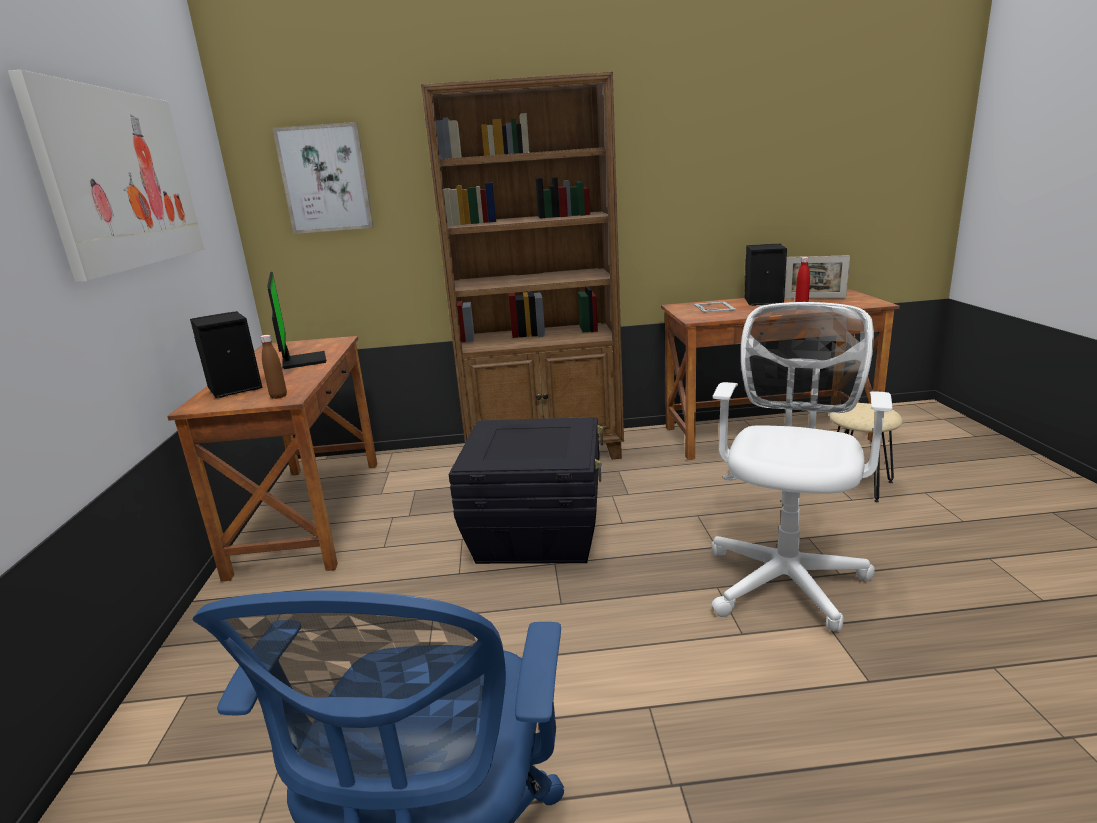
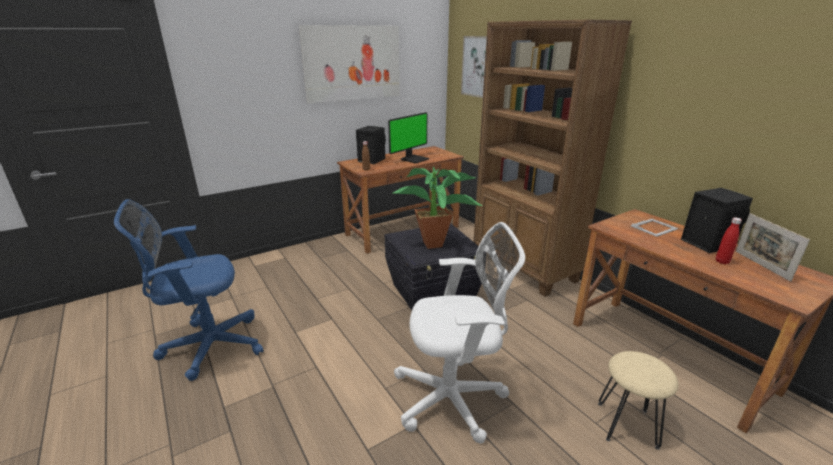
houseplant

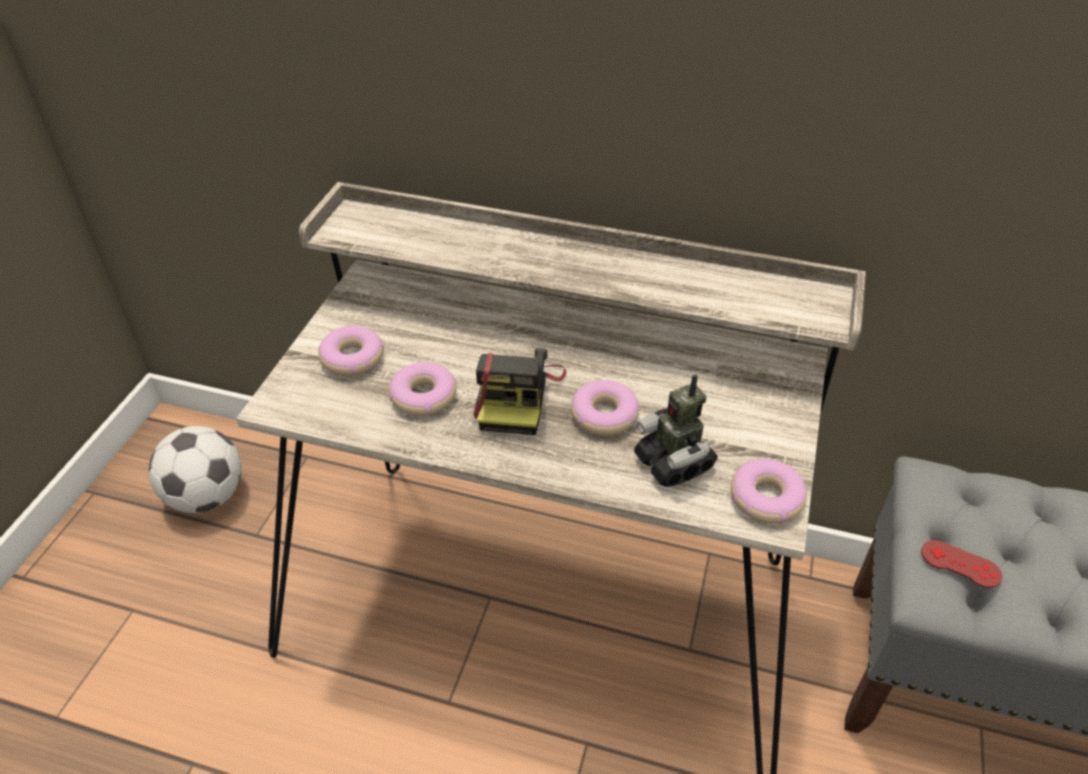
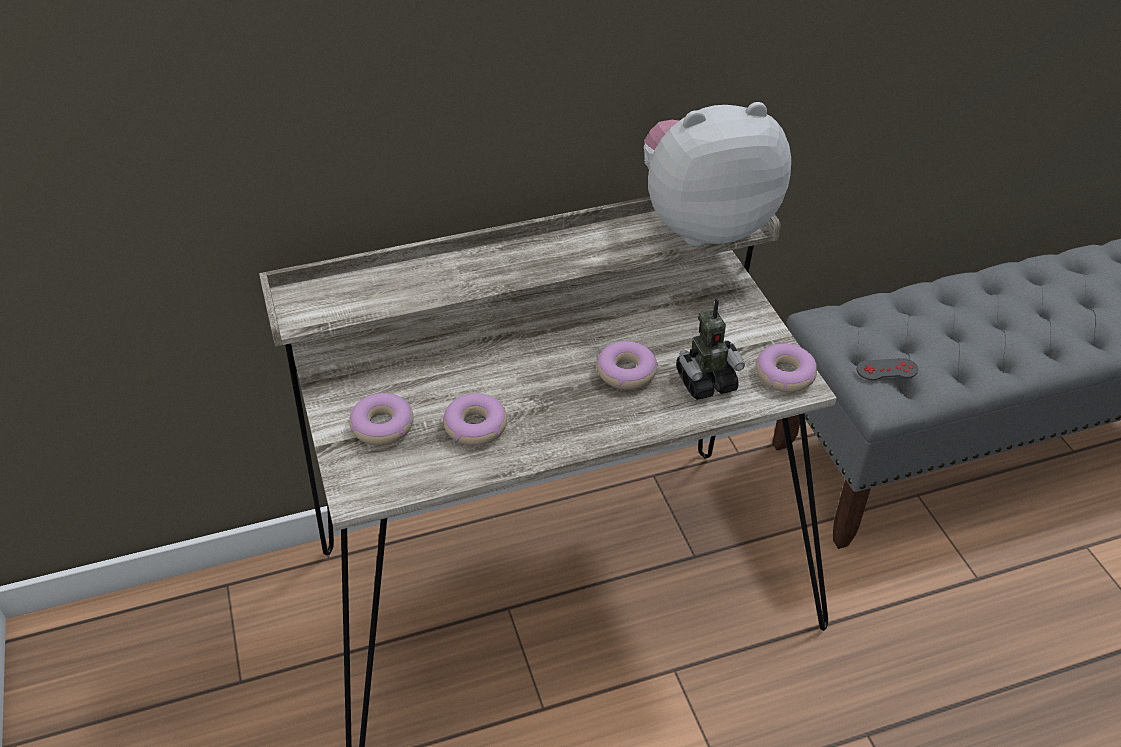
still camera; toy robot; football; joypad/gray; cuddly toy

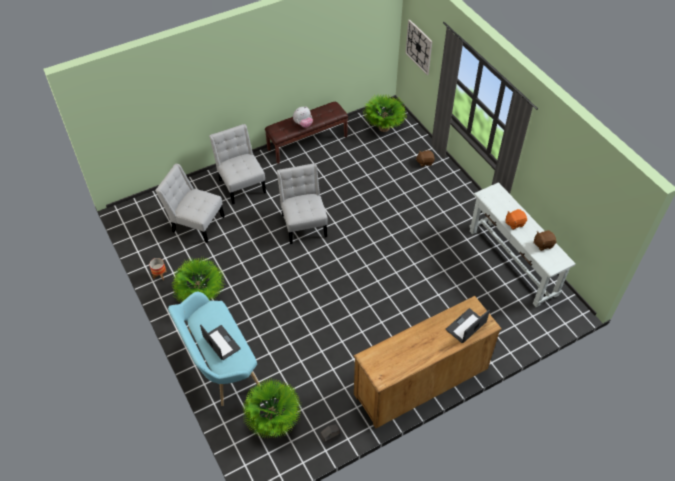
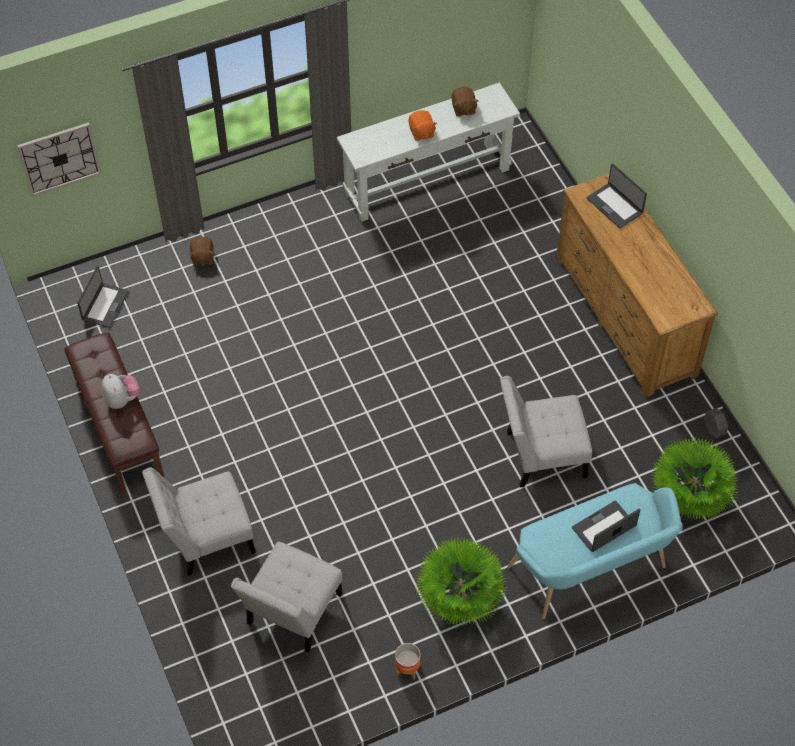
portable computer (1st from left); chair/whitish (3rd from left)

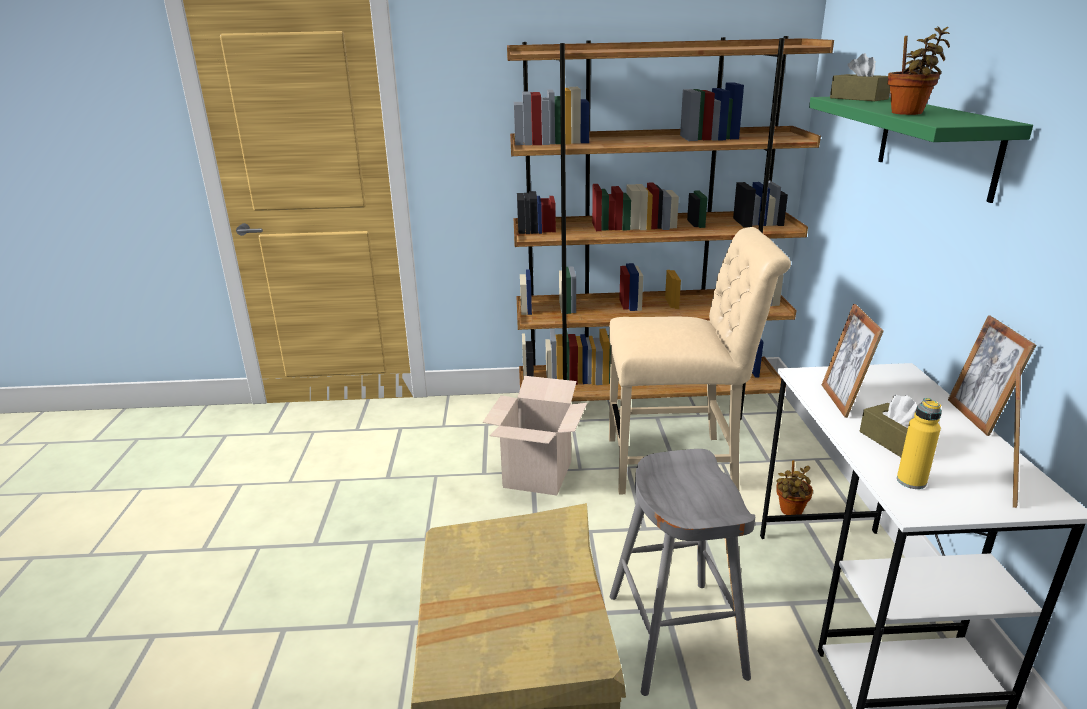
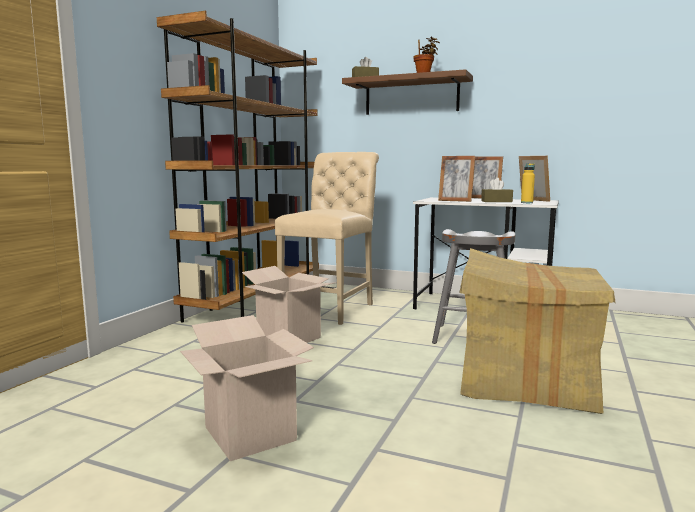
shelf/brownish; houseplant (1st from left in the first image); carton (1st from left)

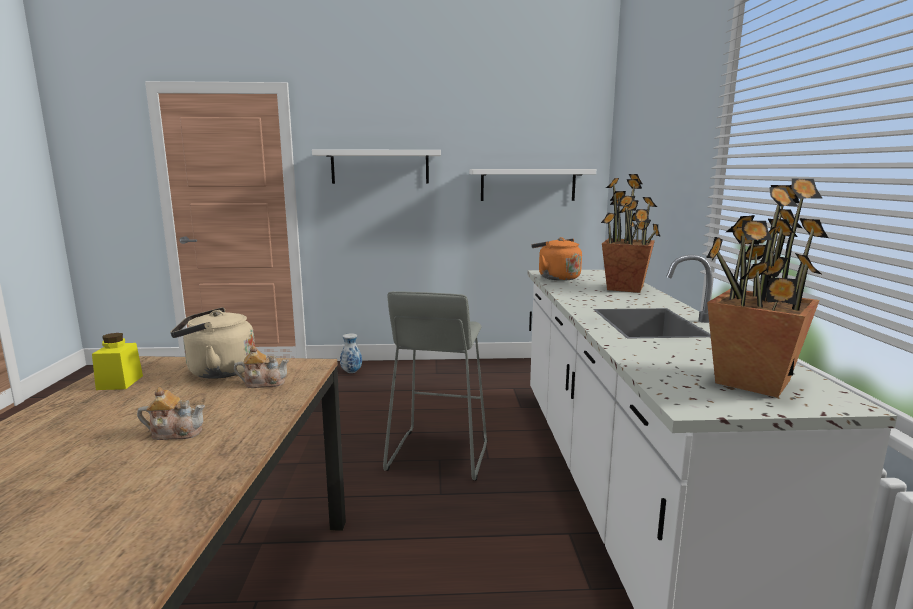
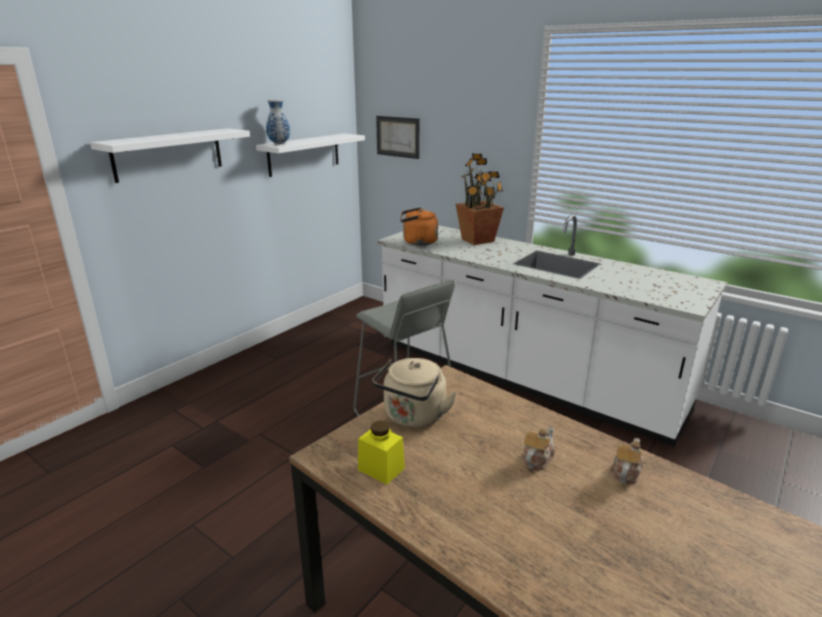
houseplant (2nd from left in the first image); flower vase; tea pot (2nd from left); picture

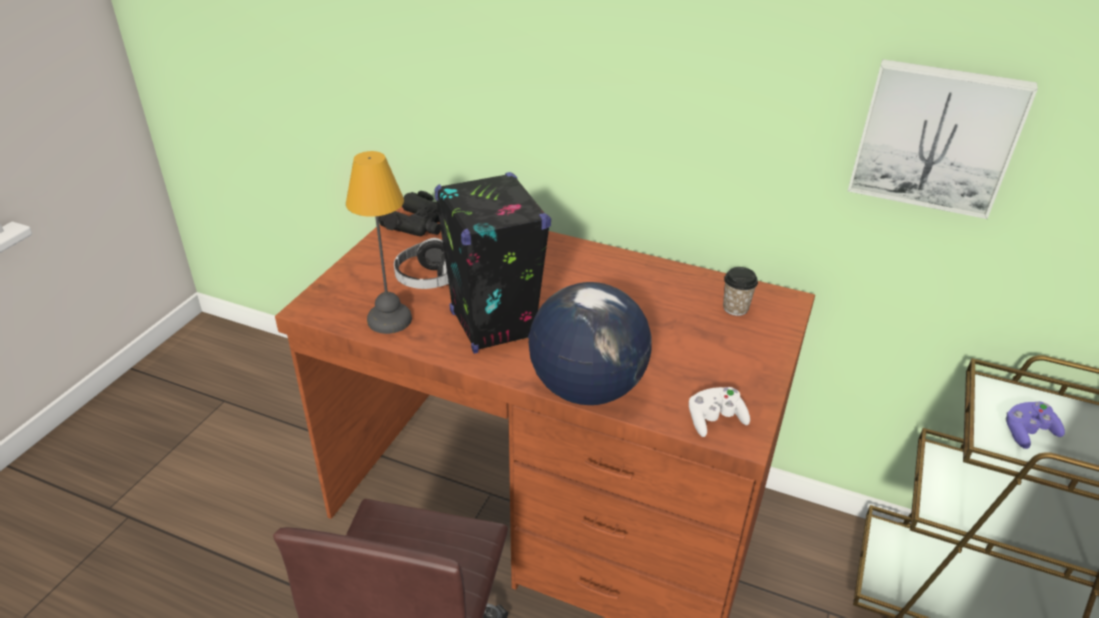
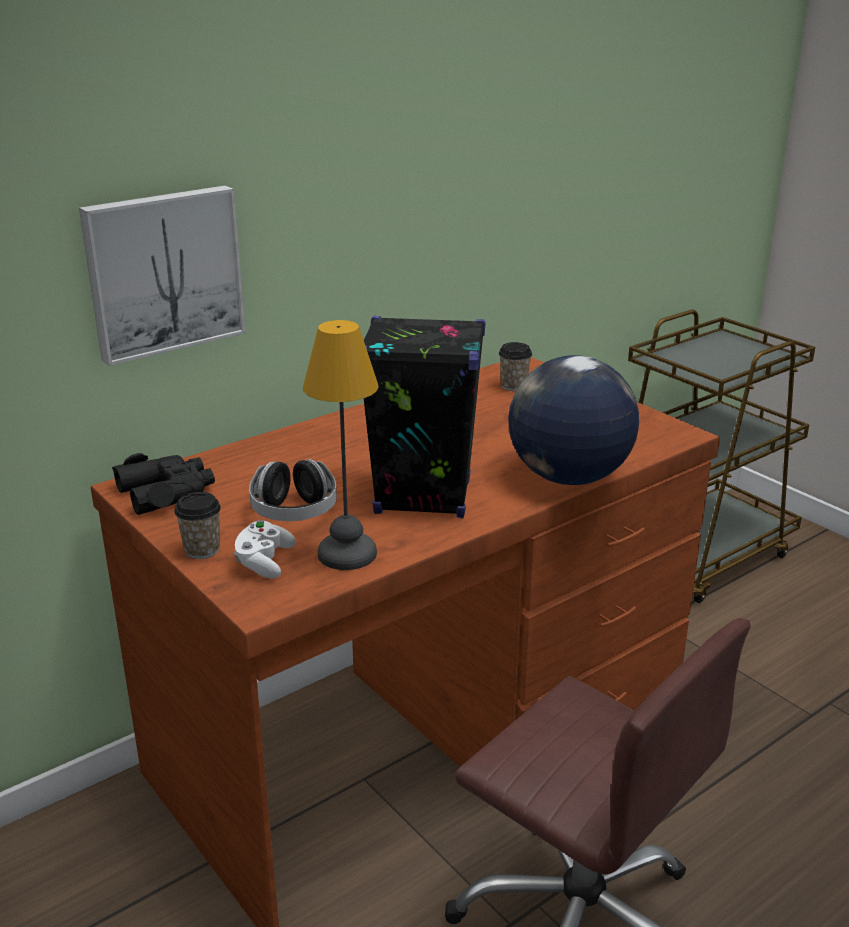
picture; joypad/whitish; joypad/purple-coloured; cup (1st from left)

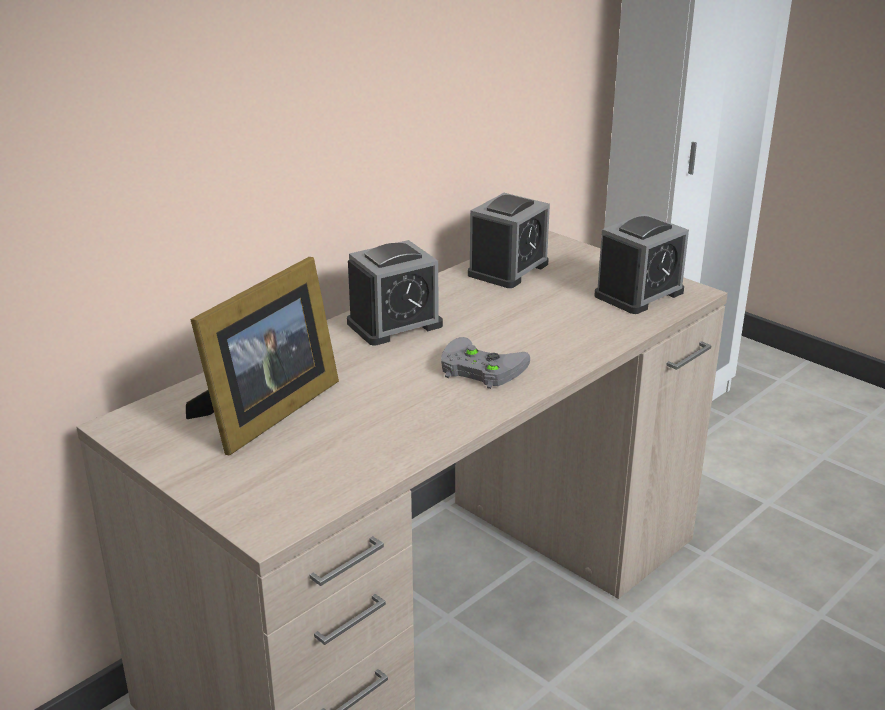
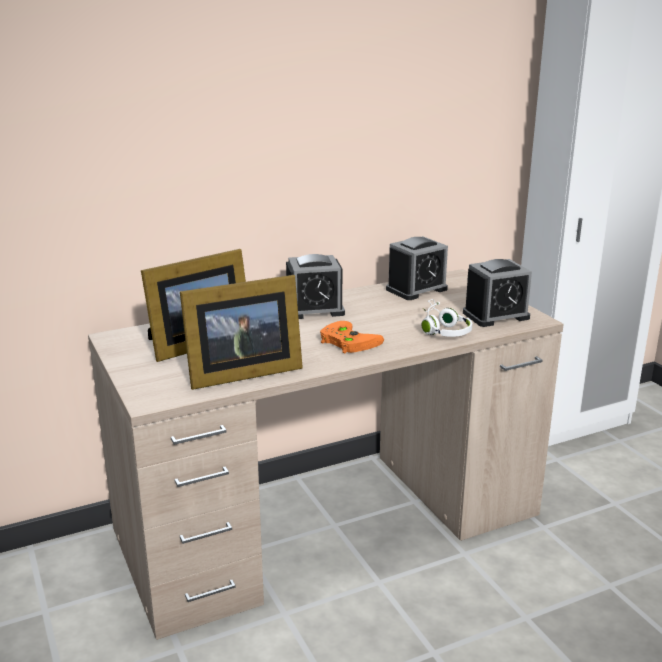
joypad/orangey; picture frame (2nd from left); headphones/whitish

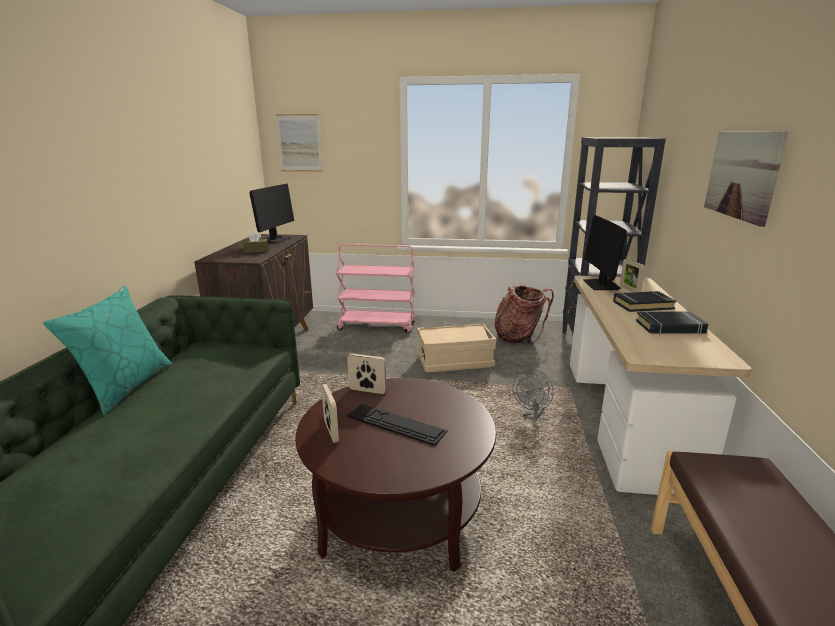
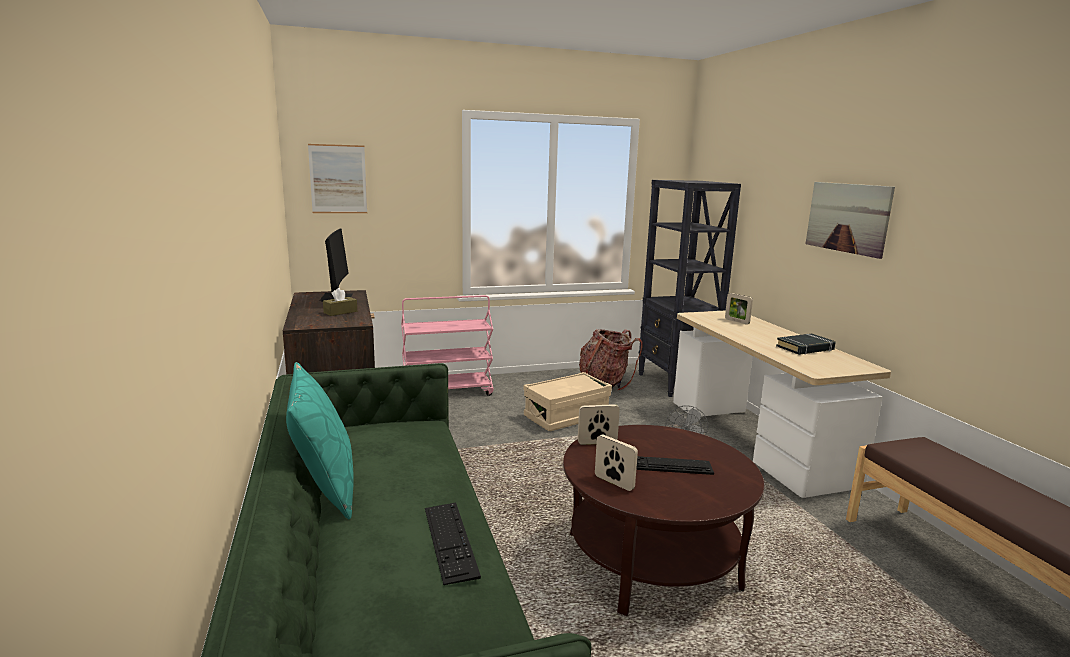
monitor (2nd from left in the first image); bound book/black (1st from left in the first image); computer keyboard (1st from left)

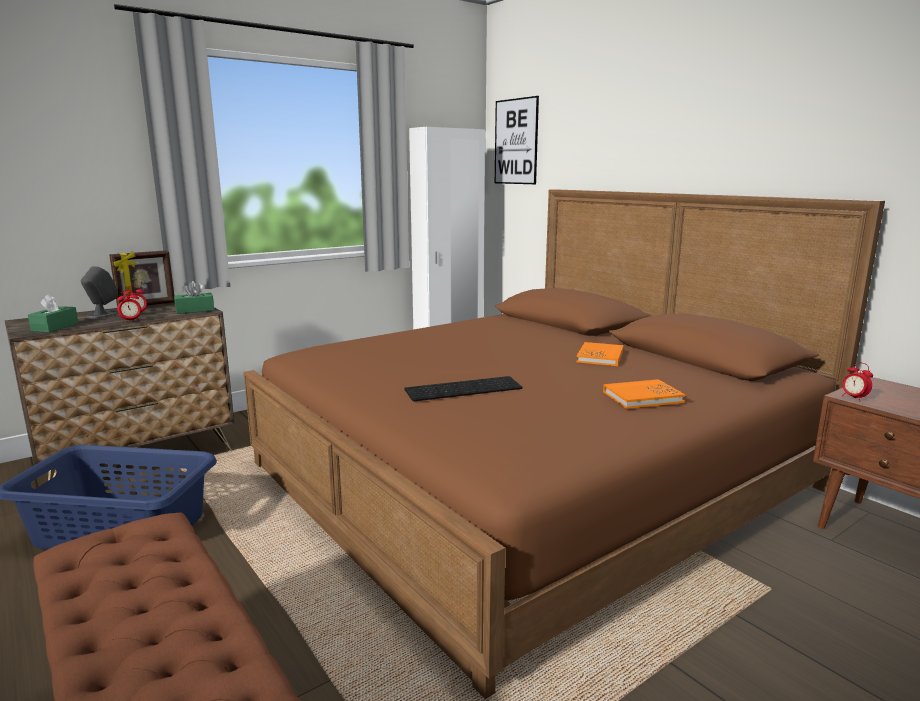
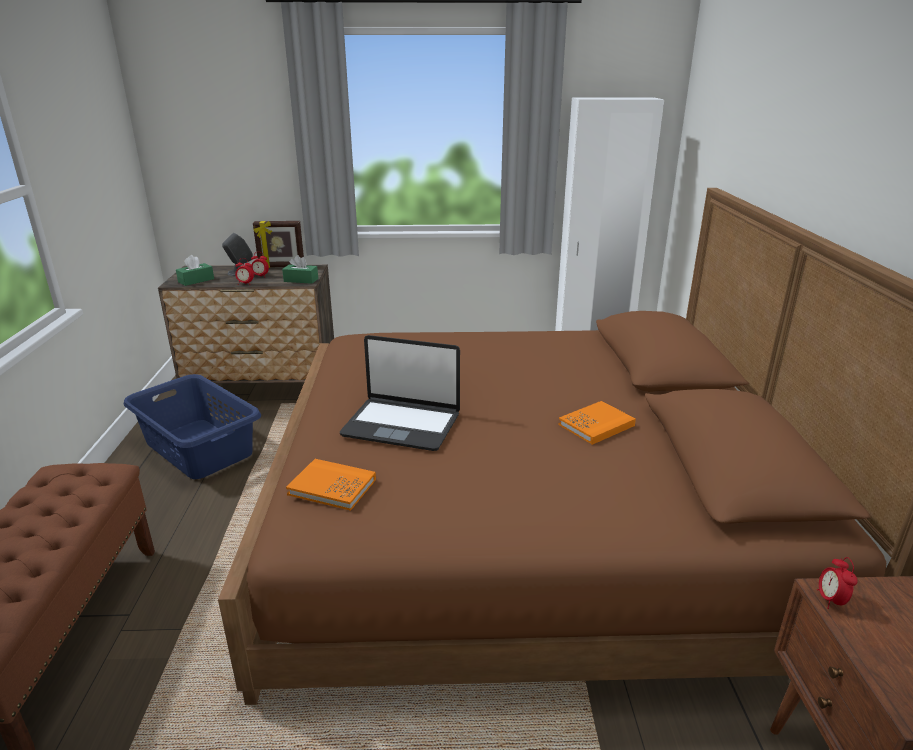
picture; portable computer; bound book/orangey (1st from left)

